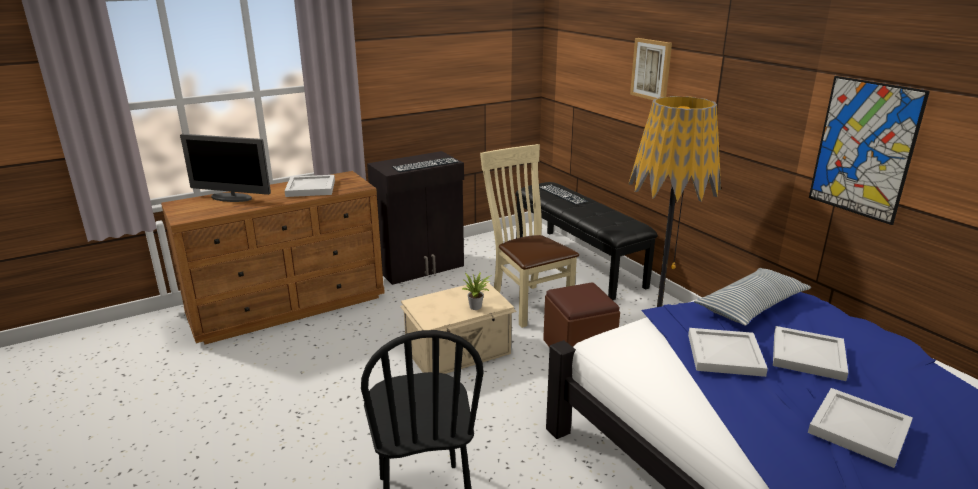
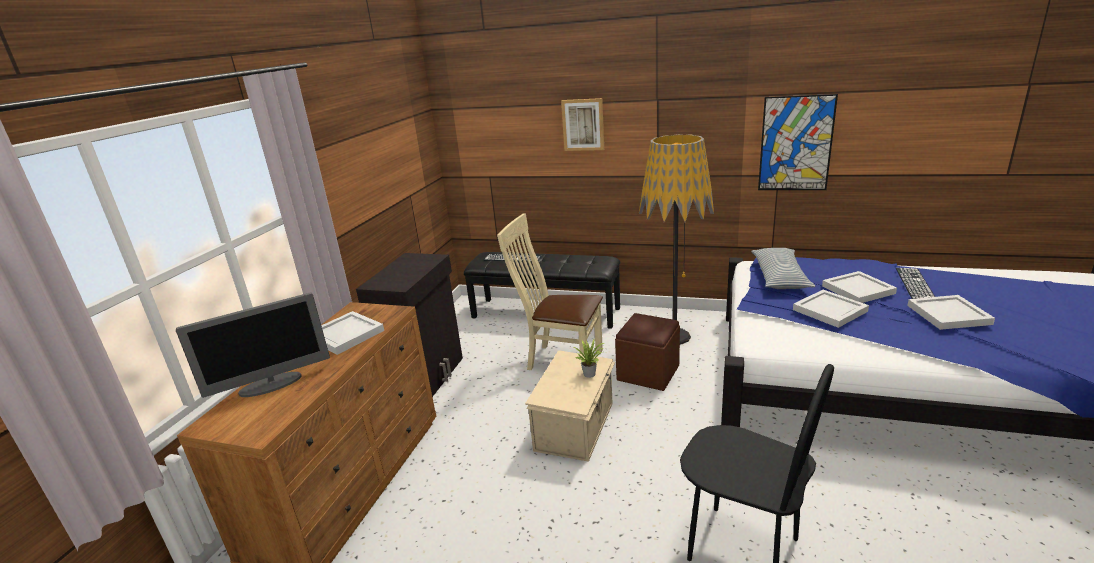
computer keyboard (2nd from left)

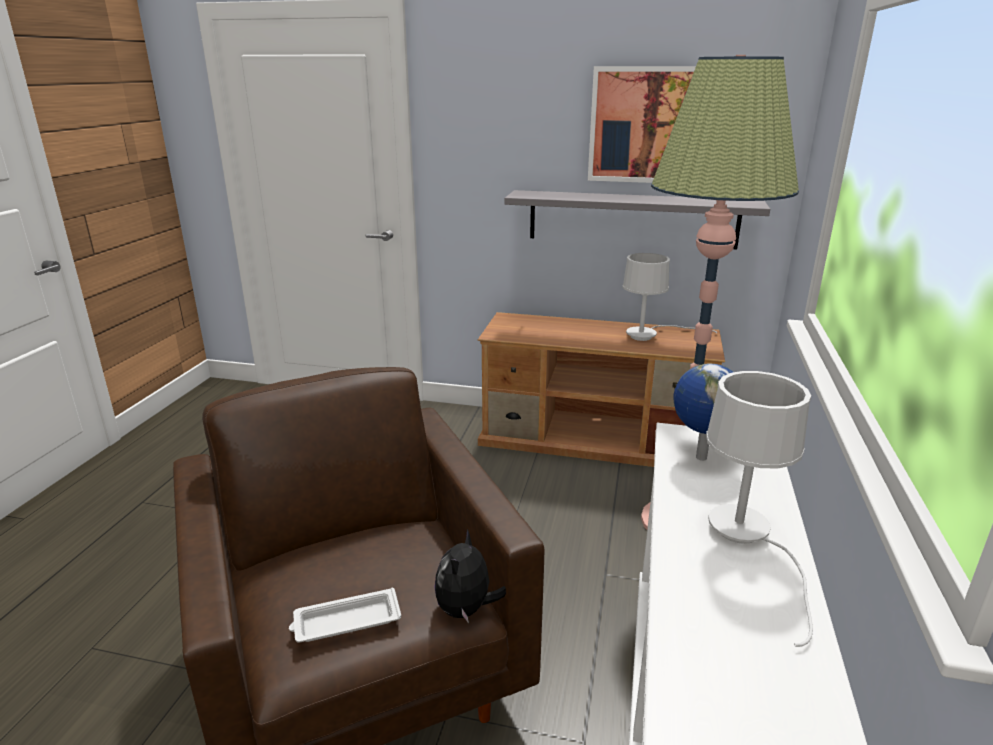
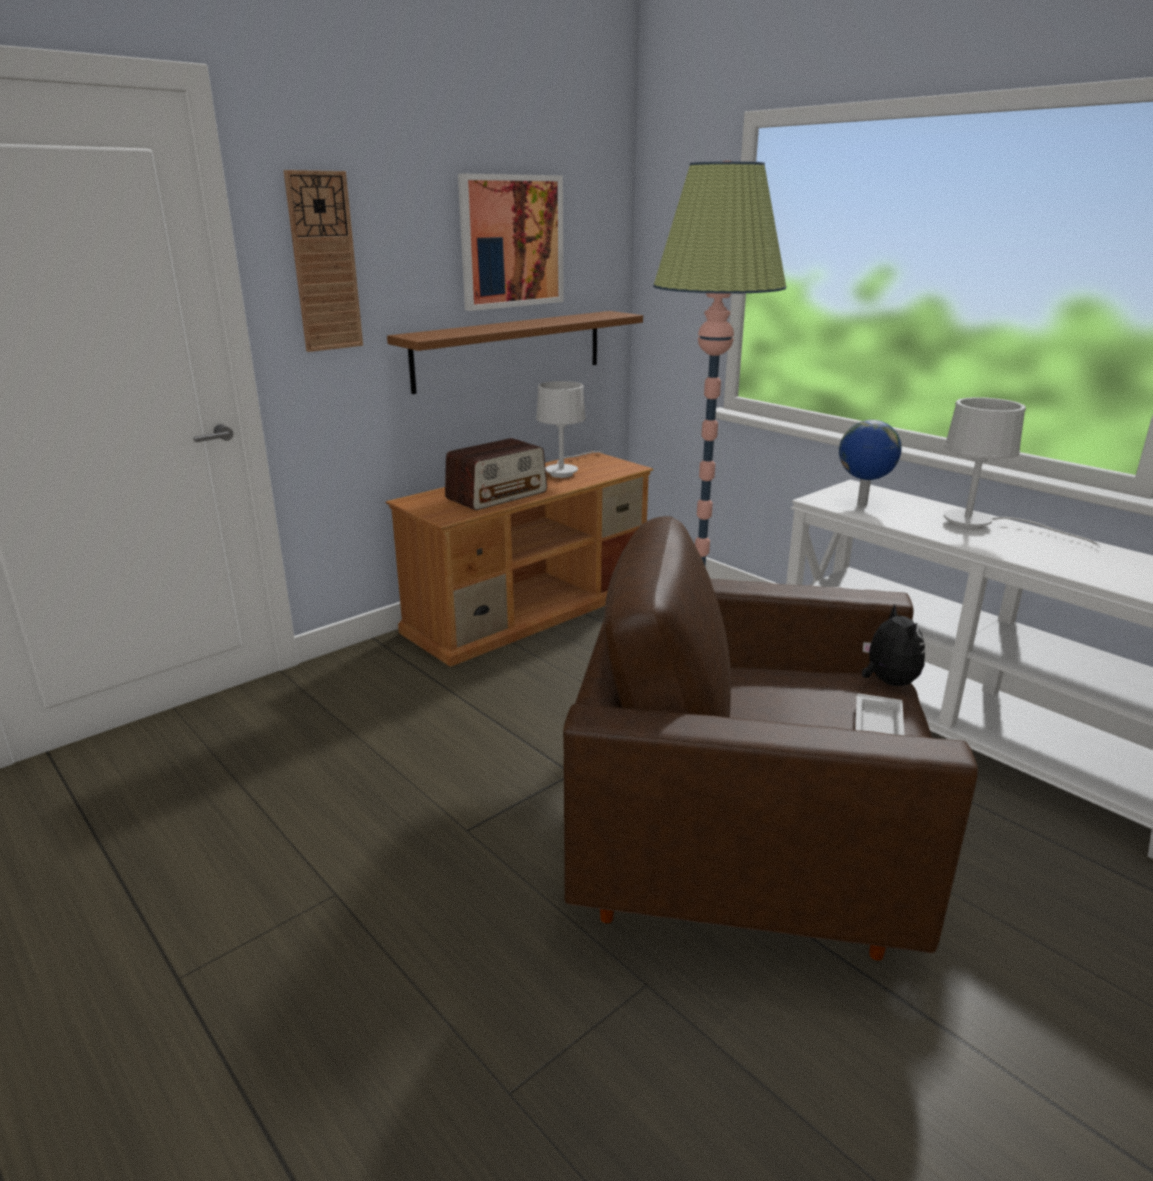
shelf/brownish; cuddly toy; clock on the wall; radio receiver

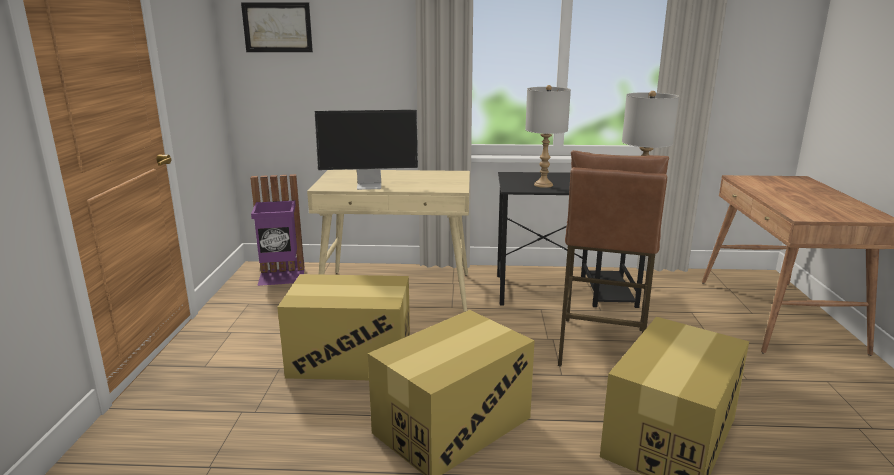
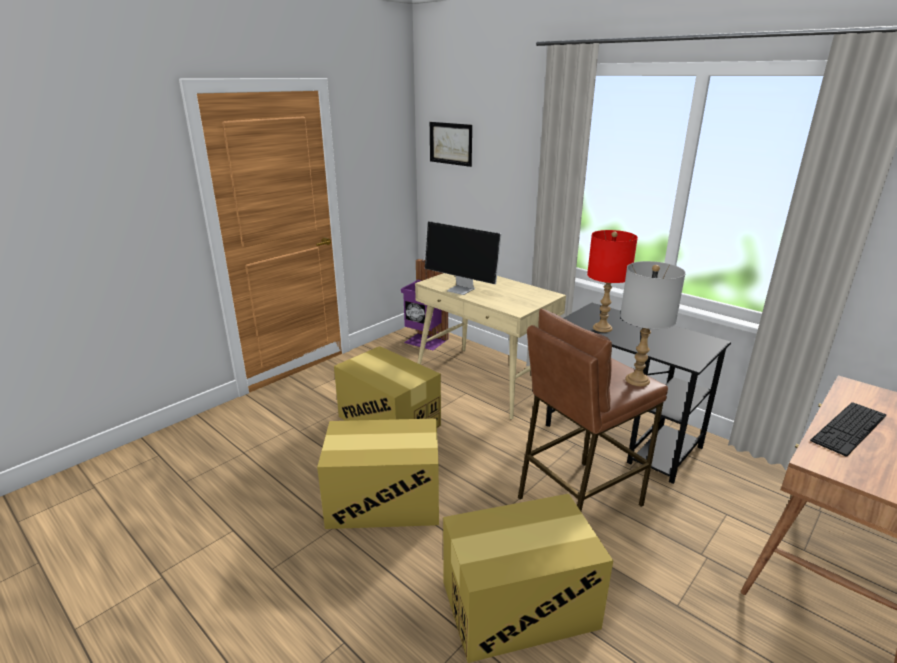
table lamp/red; computer keyboard

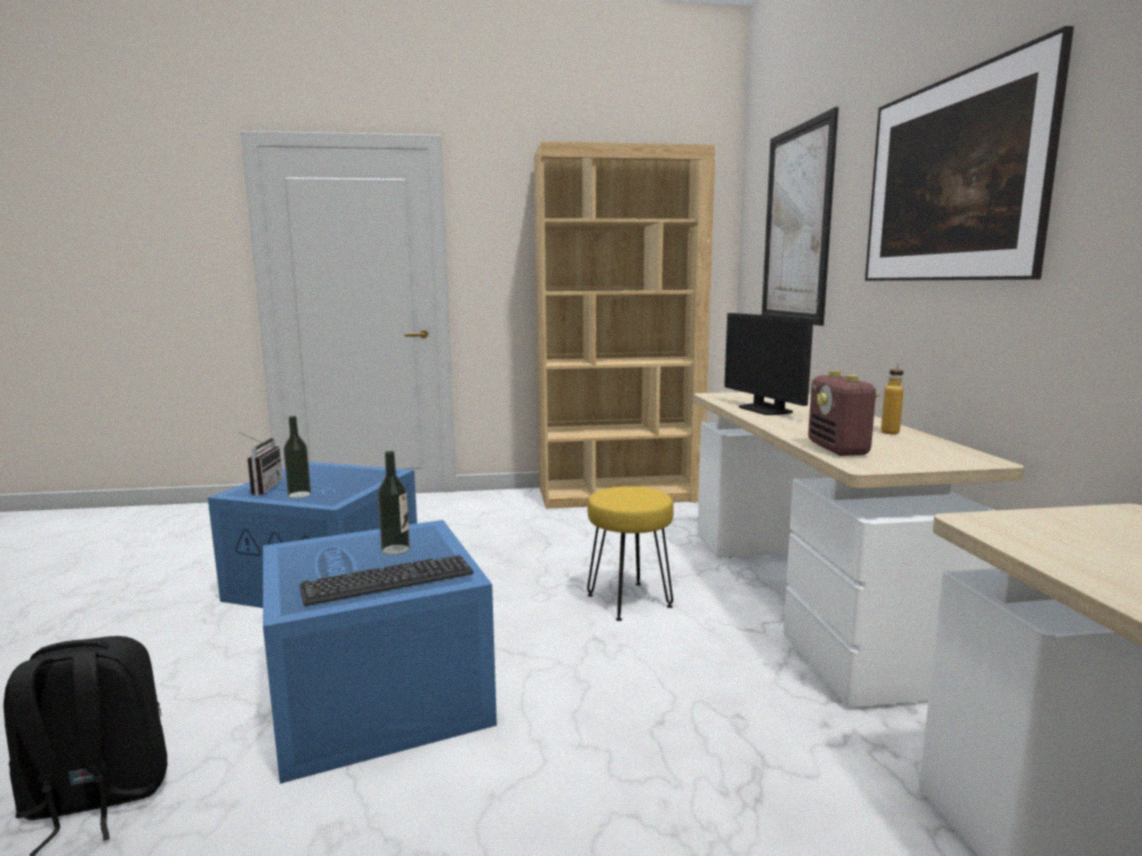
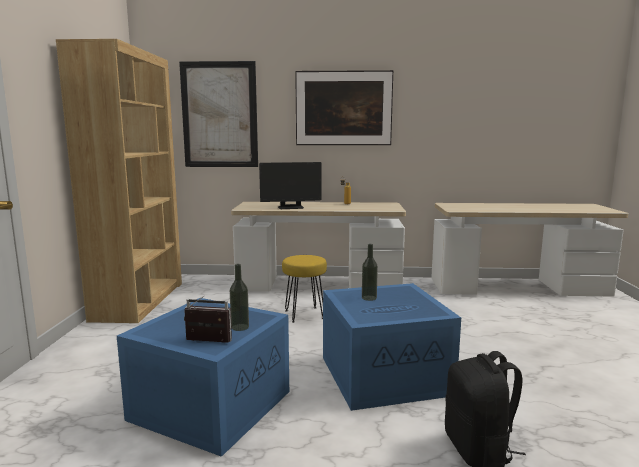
radio receiver (2nd from left in the first image); computer keyboard

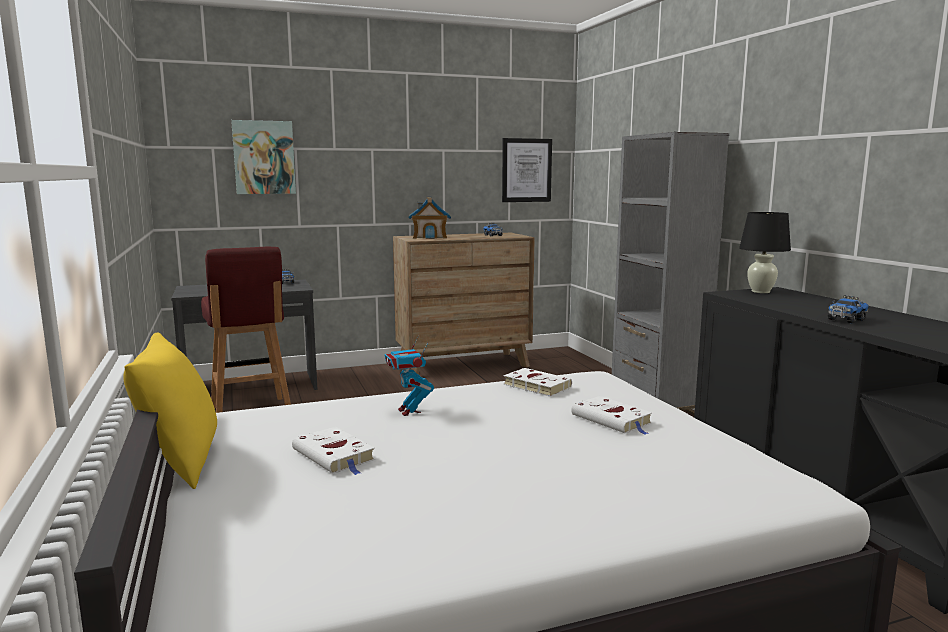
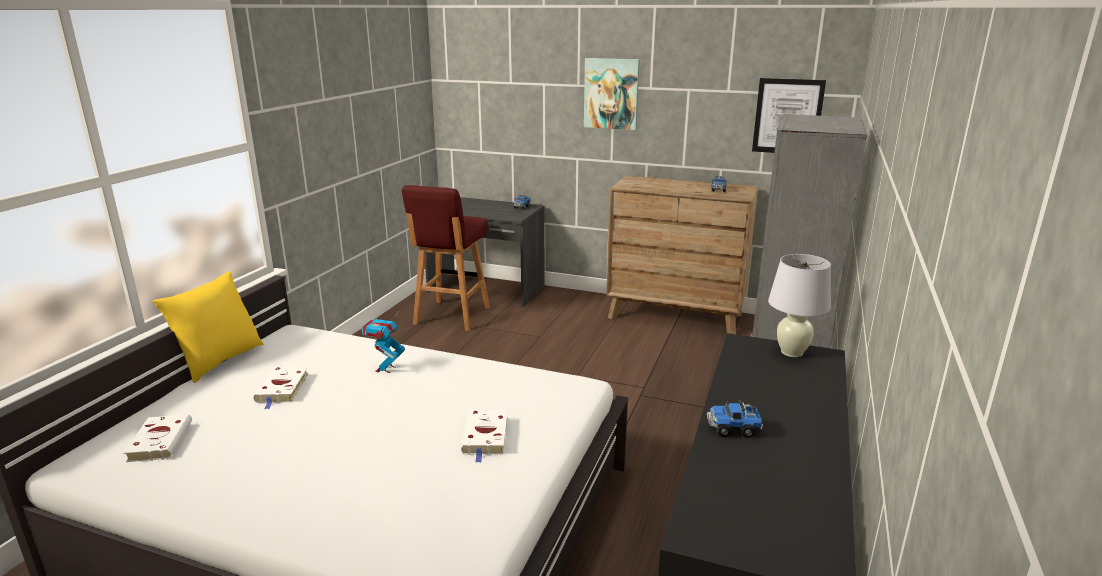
picture (1st from left); toy house; table lamp/whitish; bound book/whitish (1st from left)

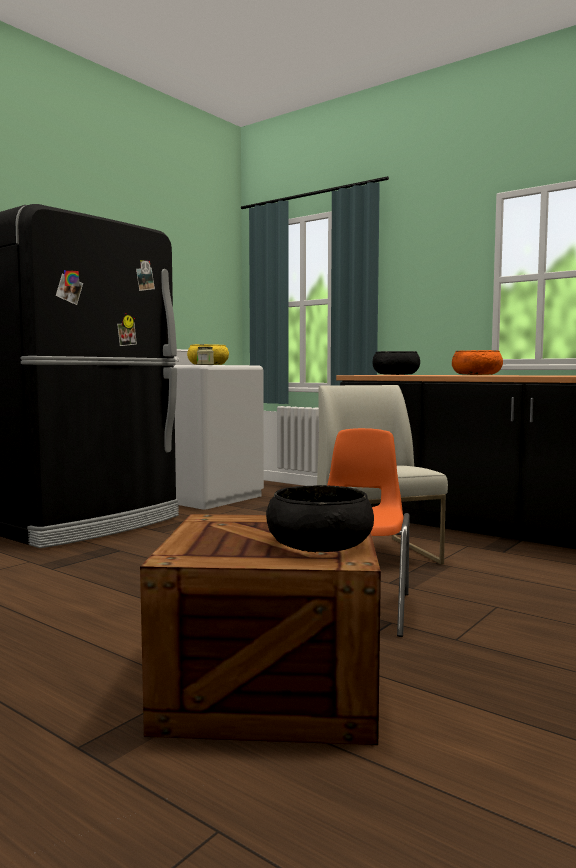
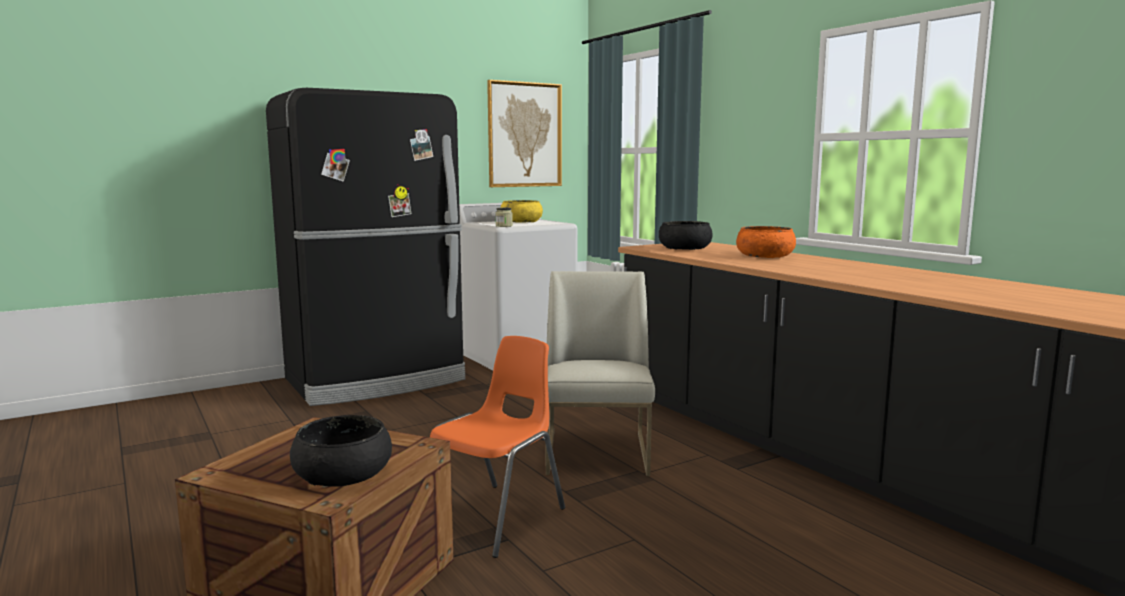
picture

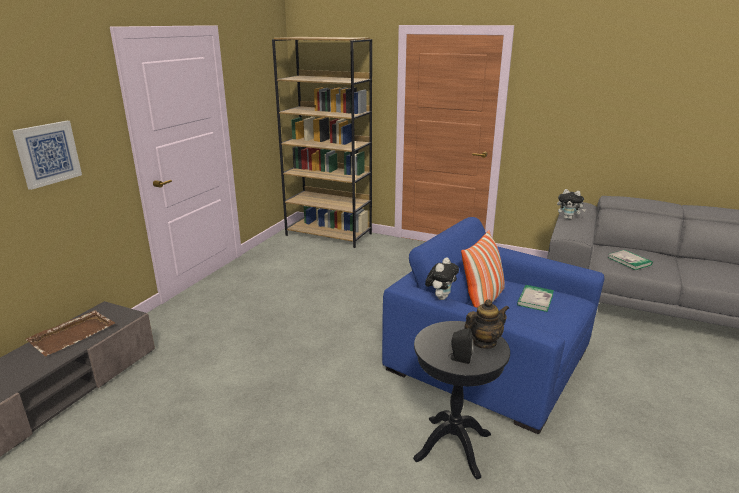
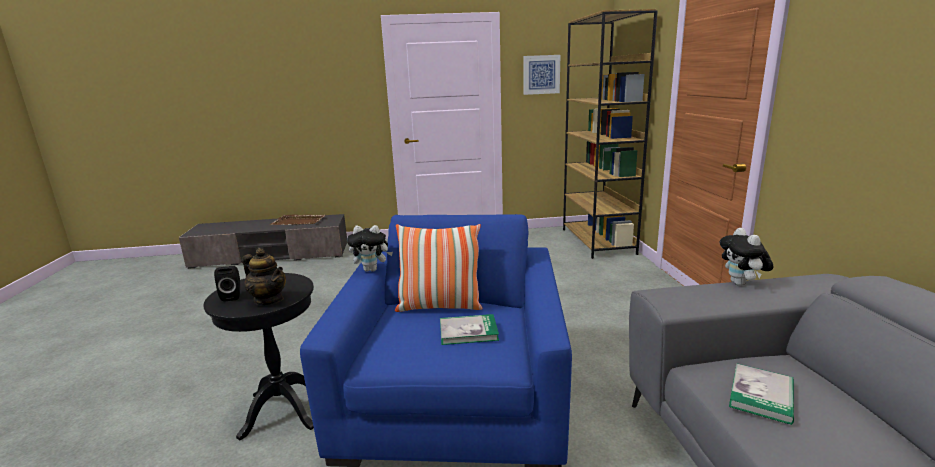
picture

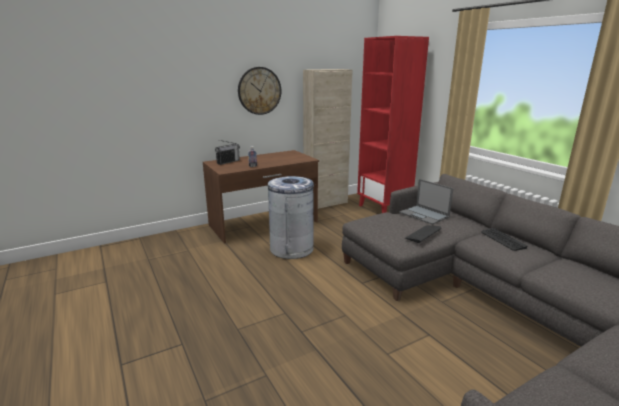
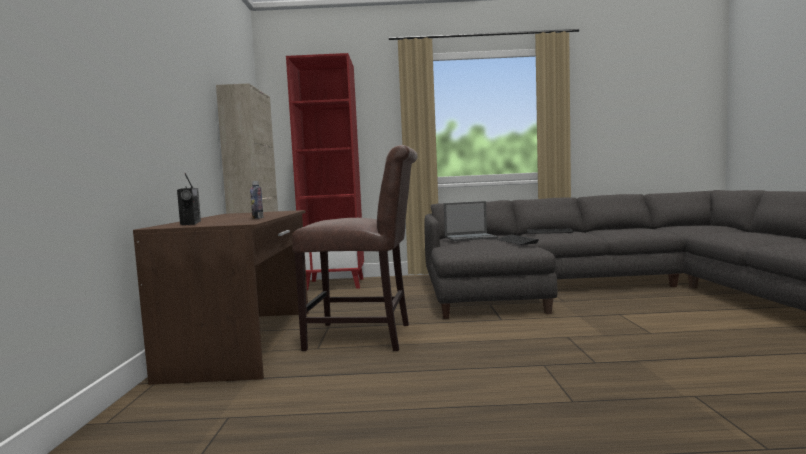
clock on the wall; chair/brownish

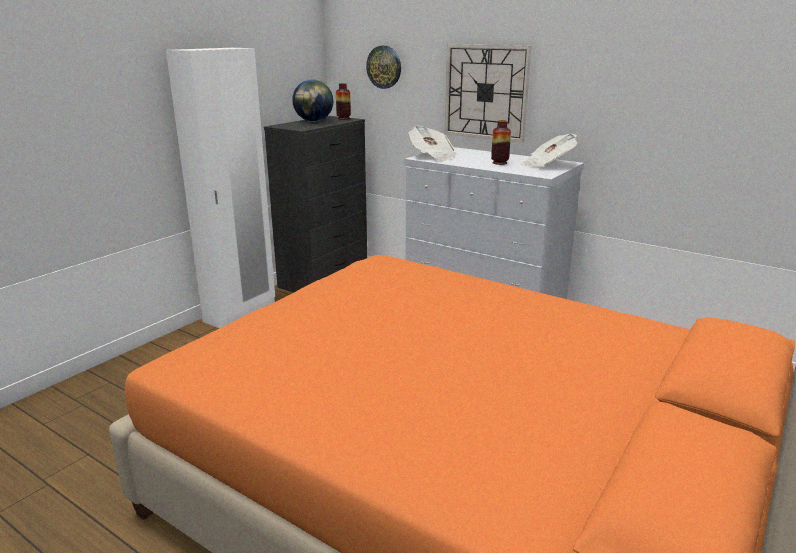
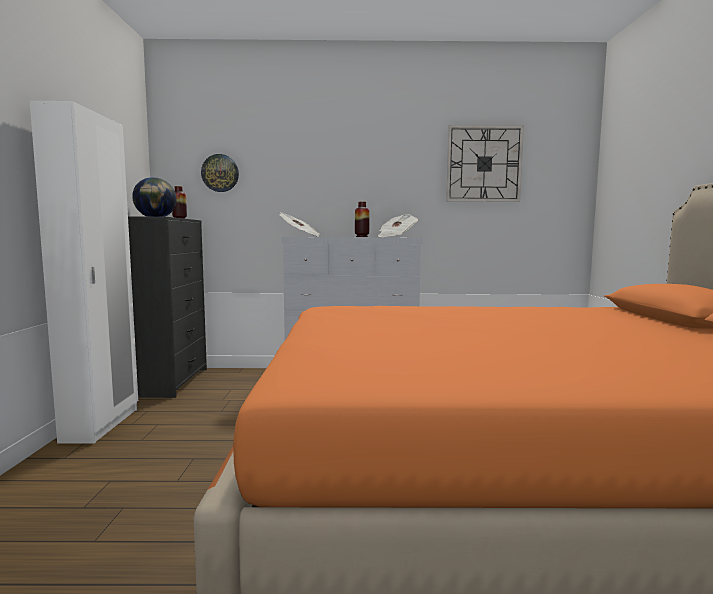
clock on the wall (2nd from left)

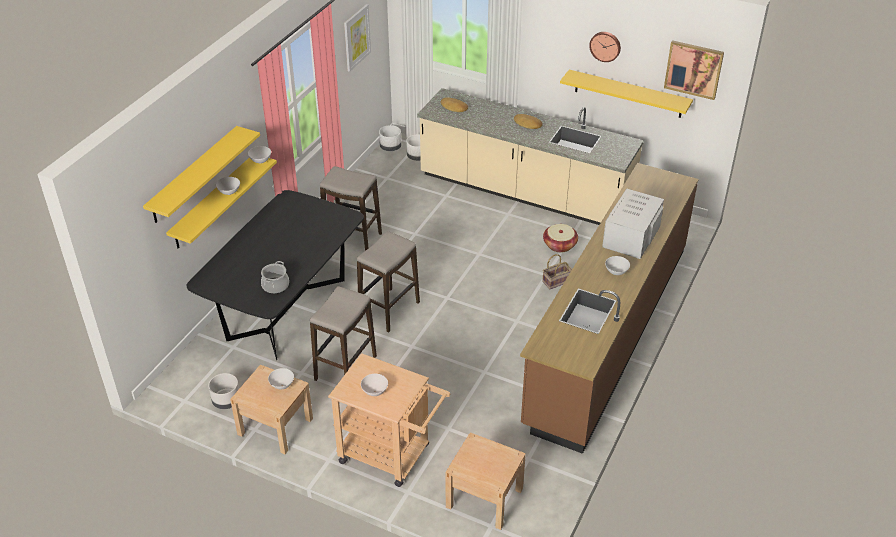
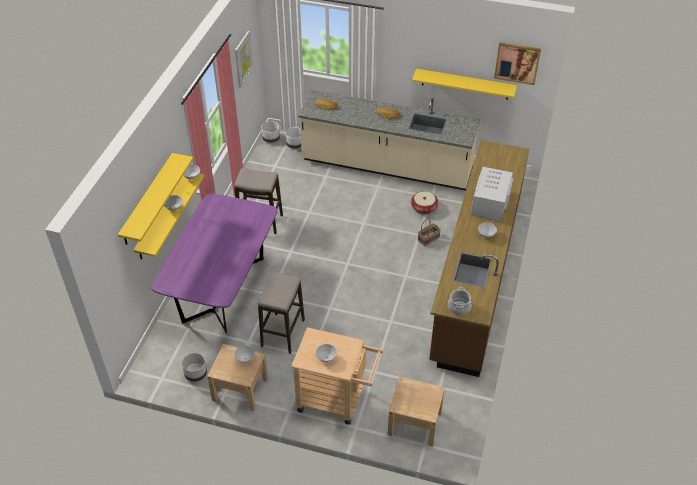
clock on the wall; dinner table/purple-coloured; stool (3rd from left in the first image); saucepot

